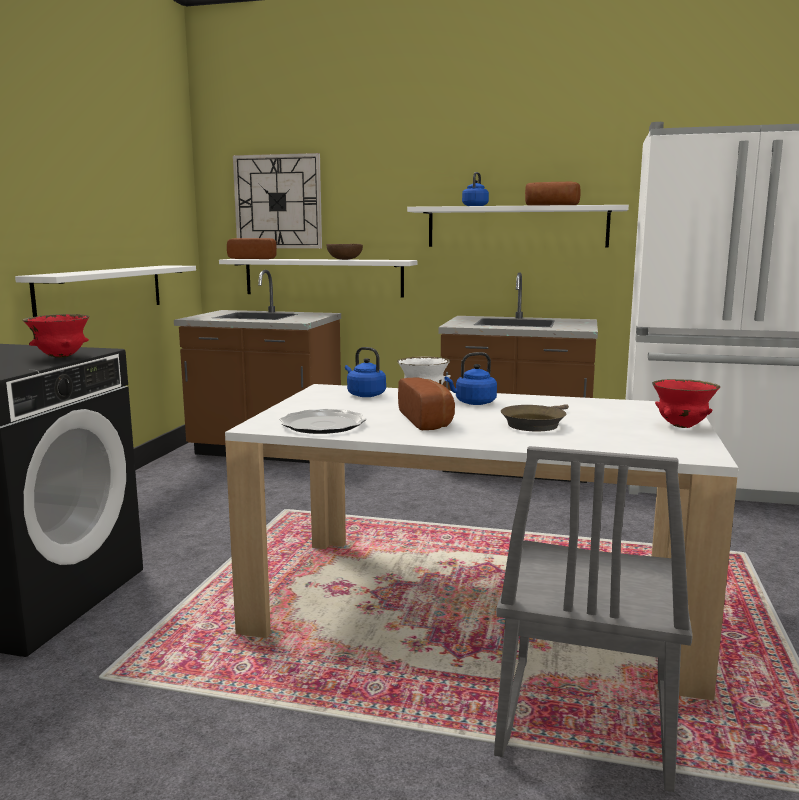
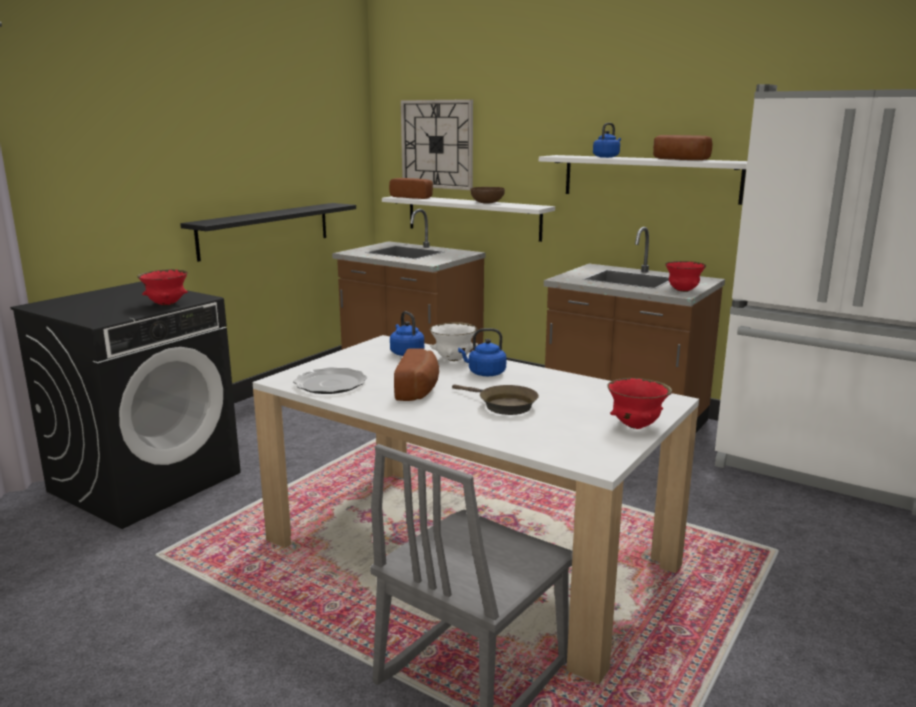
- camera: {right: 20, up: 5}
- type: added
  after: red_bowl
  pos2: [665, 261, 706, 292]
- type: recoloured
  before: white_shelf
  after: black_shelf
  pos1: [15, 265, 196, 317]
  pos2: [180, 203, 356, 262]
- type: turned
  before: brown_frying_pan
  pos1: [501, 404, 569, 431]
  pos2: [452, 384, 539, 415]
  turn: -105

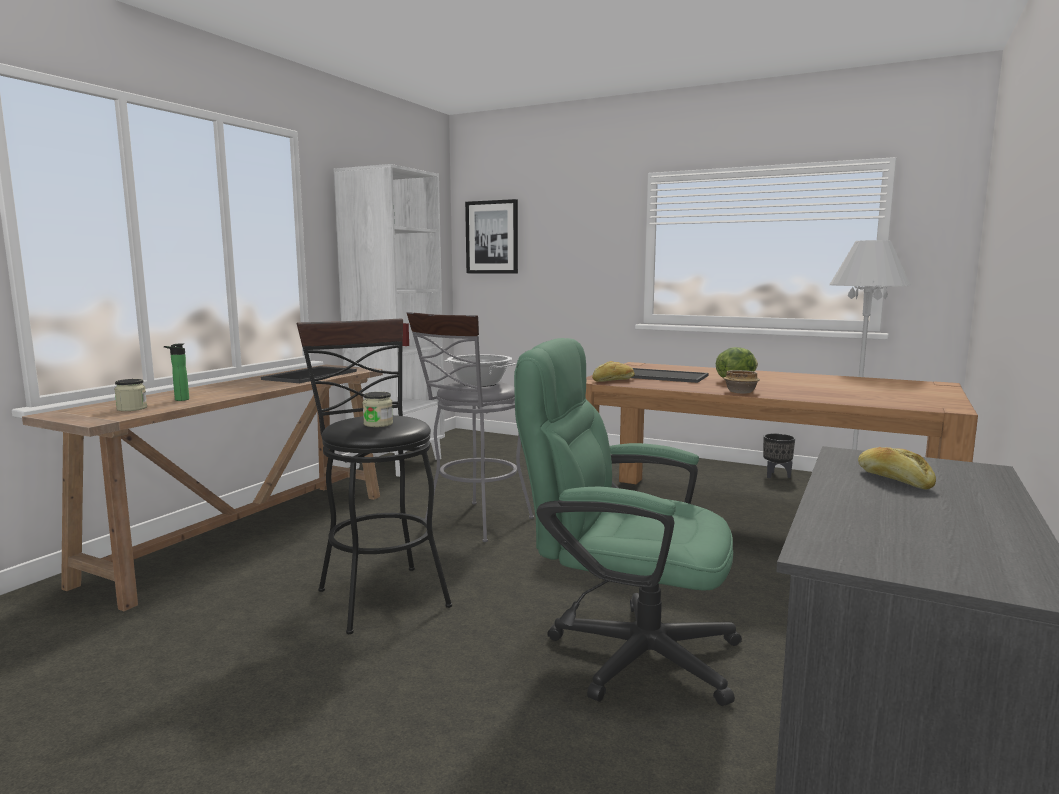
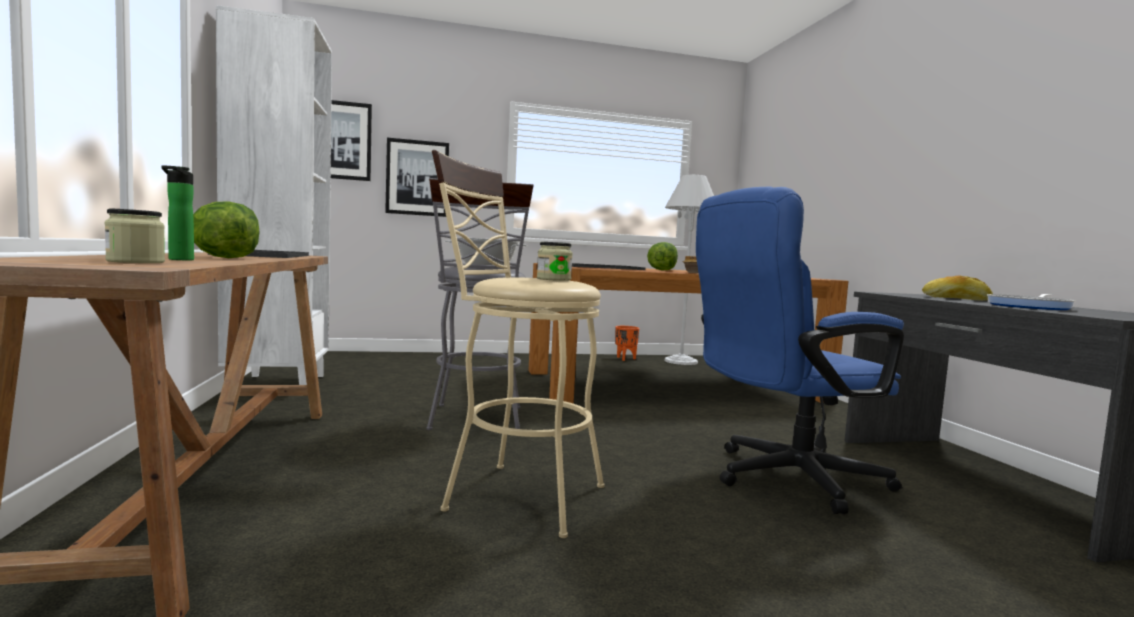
- camera: {right: -40, up: -5}
- type: removed
  before: bread
  pos1: [592, 361, 635, 382]
- type: added
  after: lettuce
  pos2: [193, 201, 260, 258]
- type: added
  after: picture
  pos2: [385, 138, 449, 217]
- type: added
  after: frying_pan
  pos2: [987, 294, 1076, 310]
- type: recoloured
  before: black_stool
  after: beige_stool
  pos1: [297, 318, 452, 634]
  pos2: [432, 150, 605, 538]
- type: recoloured
  before: green_office_chair
  after: blue_office_chair
  pos1: [514, 338, 742, 706]
  pos2: [696, 186, 904, 514]
- type: recoloured
  before: black_planter
  after: orange_planter
  pos1: [763, 434, 795, 478]
  pos2: [615, 326, 640, 361]

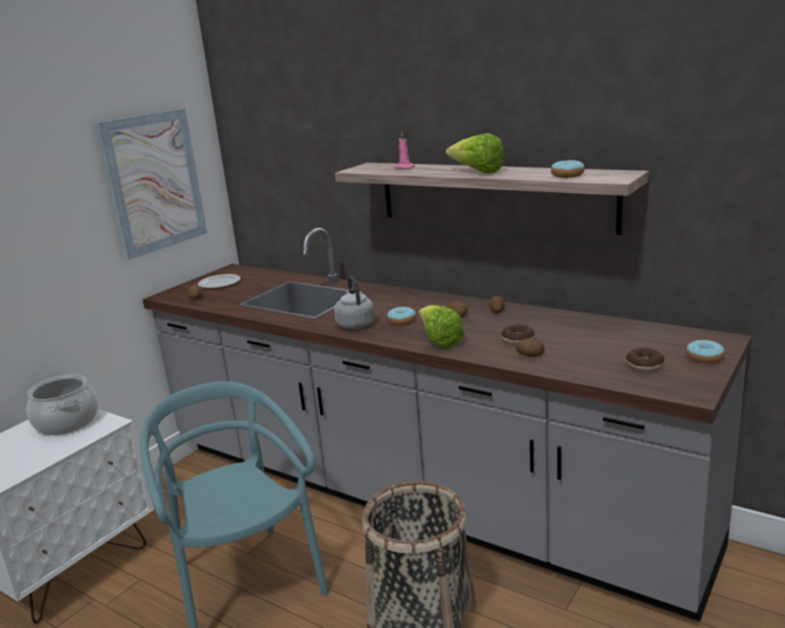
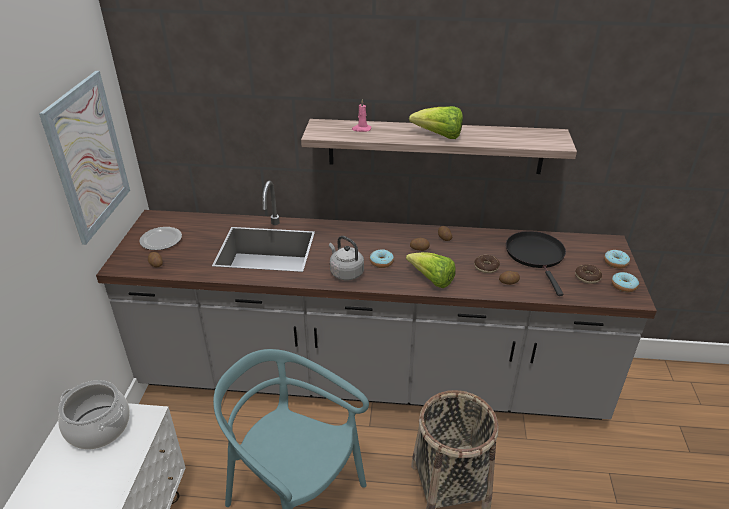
- camera: {right: -30, up: 15}
- type: added
  after: black_frying_pan
  pos2: [506, 231, 566, 296]
- type: moved
  before: donut
  pos1: [551, 160, 585, 178]
  pos2: [612, 272, 639, 292]

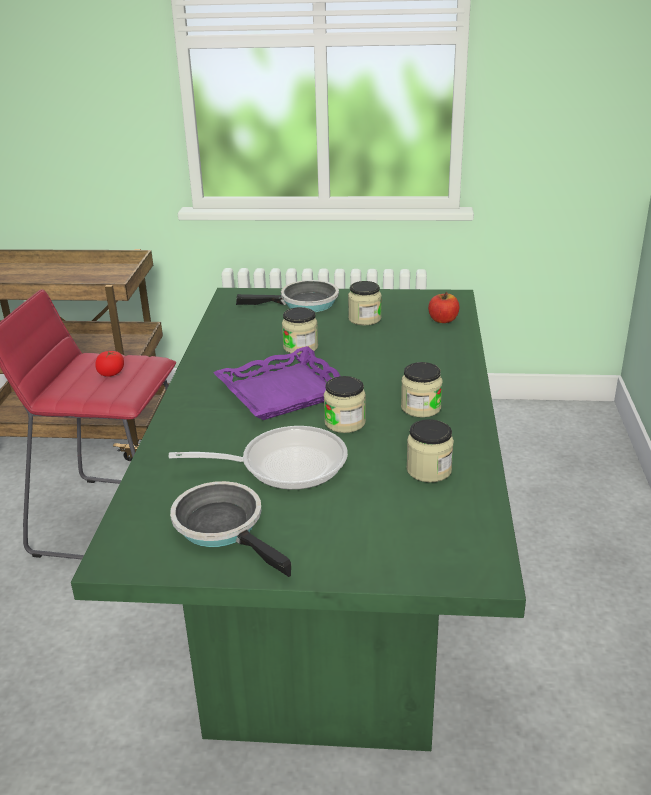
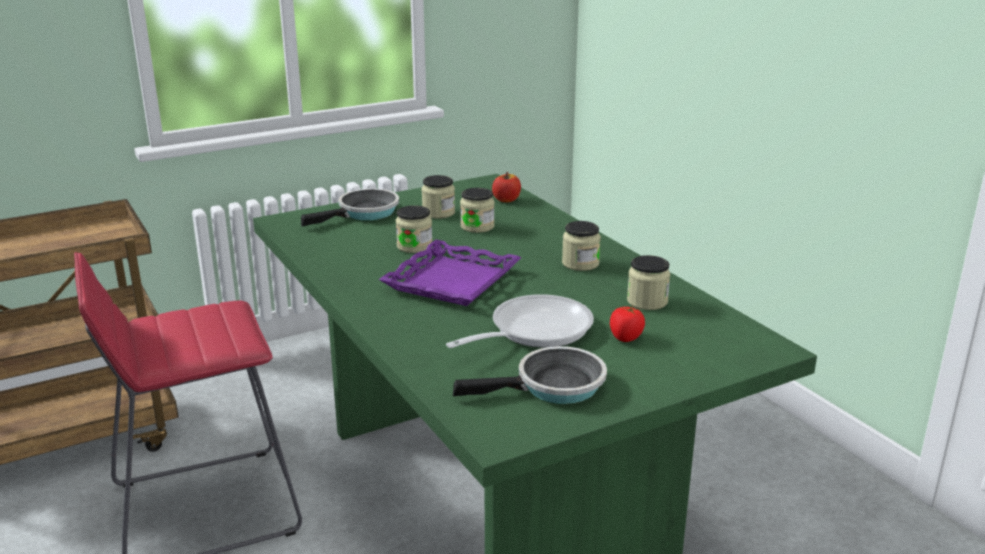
- camera: {right: -35, up: -5}
- type: moved
  before: tomato
  pos1: [95, 351, 124, 377]
  pos2: [610, 306, 645, 342]
- type: moved
  before: jar
  pos1: [324, 376, 366, 433]
  pos2: [460, 188, 495, 233]
- type: turned
  before: frying_pan
  pos1: [170, 481, 291, 577]
  pos2: [453, 346, 607, 404]
  turn: 150

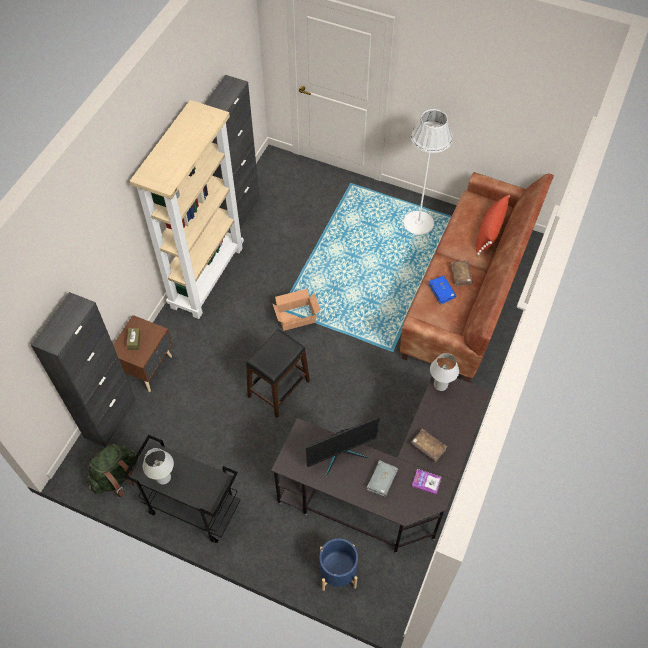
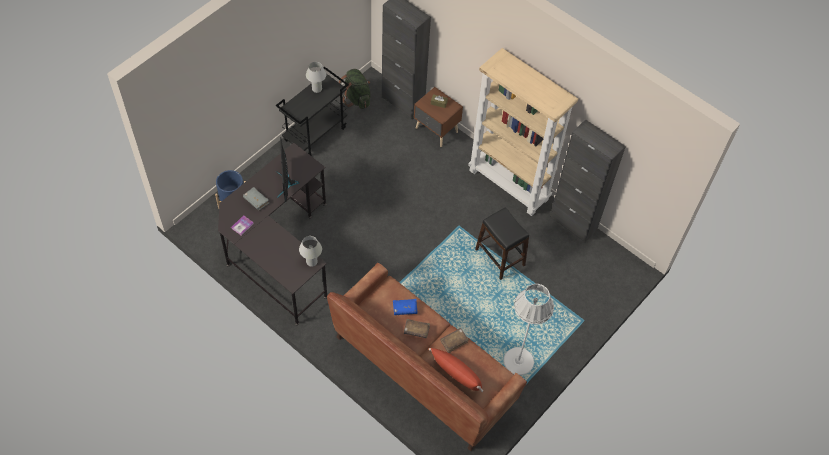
- camera: {right: 105, up: 0}
- type: removed
  before: cardboard_box
  pos1: [273, 289, 321, 331]
- type: moved
  before: black_stool
  pos1: [246, 329, 310, 418]
  pos2: [475, 208, 529, 280]
- type: moved
  before: brown_book
  pos1: [411, 429, 447, 462]
  pos2: [440, 328, 469, 353]

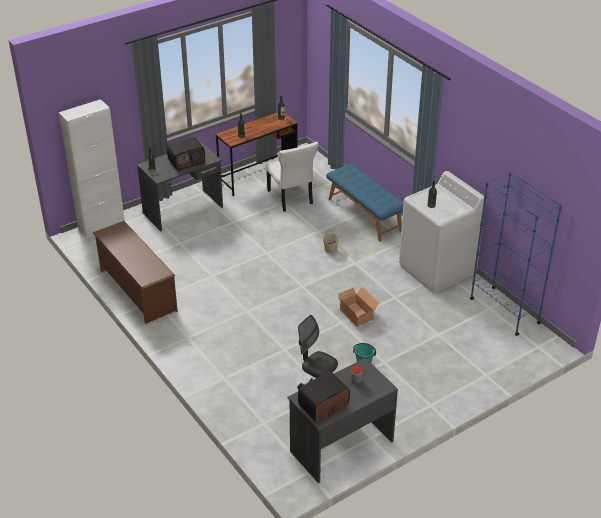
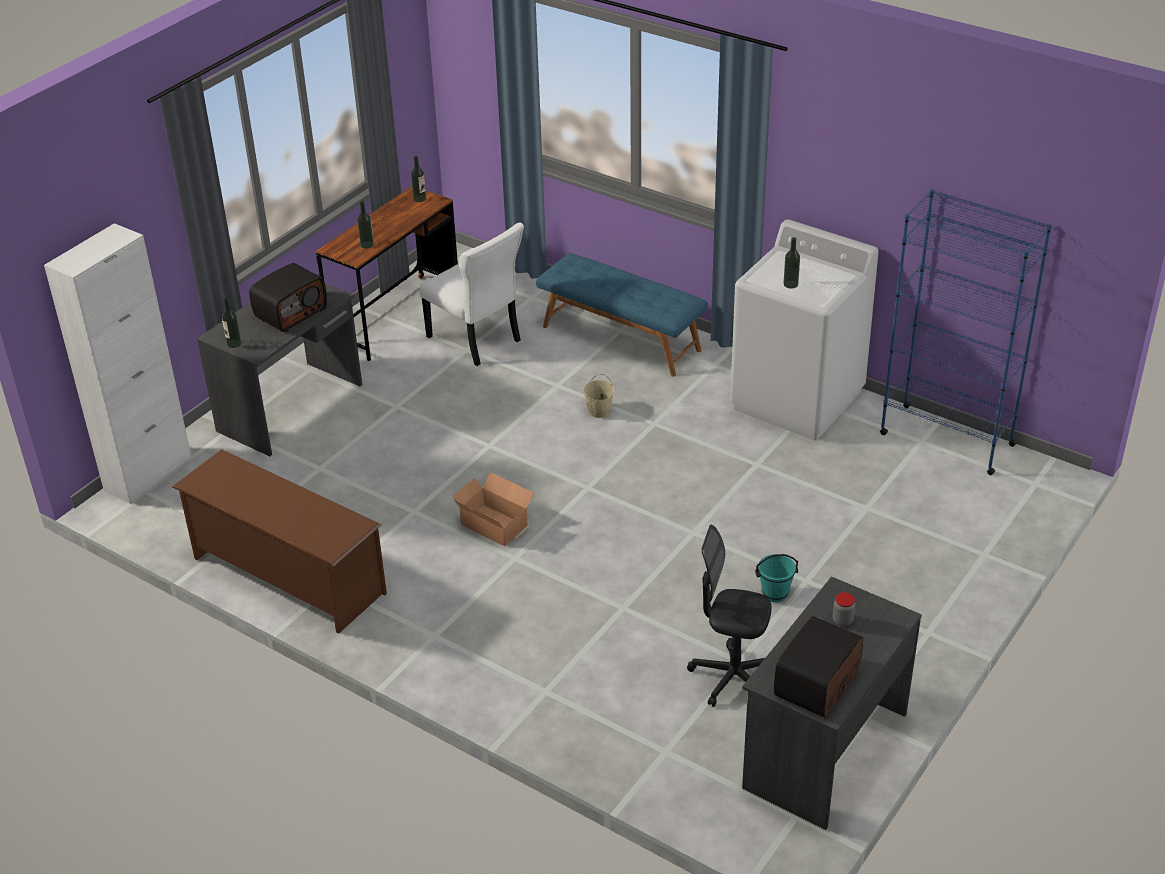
- camera: {right: -20, up: 0}
- type: moved
  before: cardboard_box
  pos1: [338, 287, 379, 327]
  pos2: [452, 472, 534, 546]

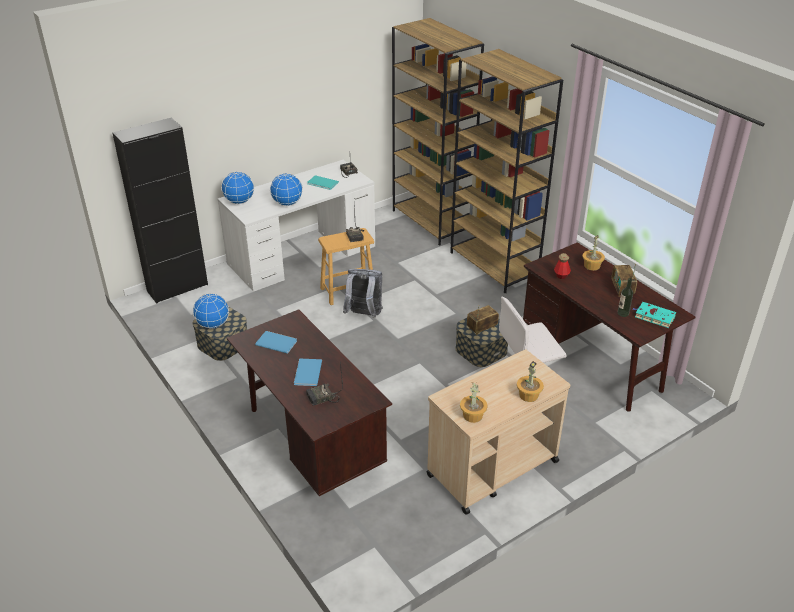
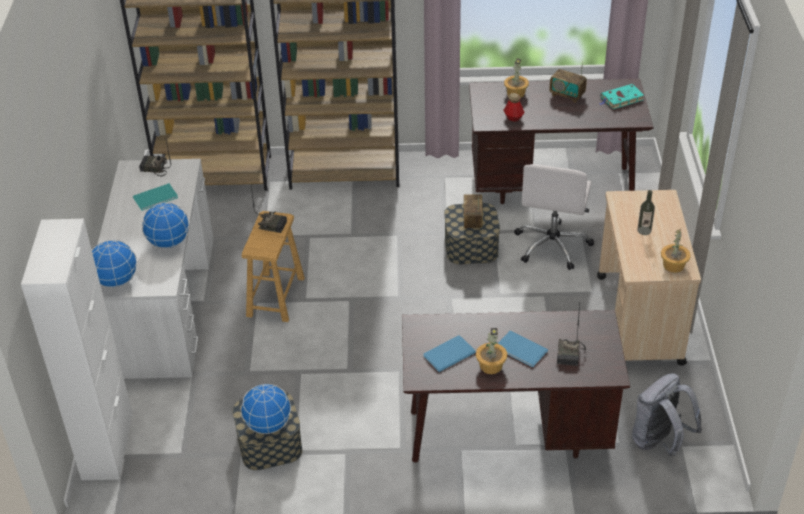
- camera: {right: -55, up: 5}
- type: moved
  before: grey_backpack
  pos1: [343, 269, 383, 318]
  pos2: [632, 373, 702, 457]
- type: moved
  before: potted_plant
  pos1: [517, 361, 544, 402]
  pos2: [476, 328, 507, 374]
- type: moved
  before: bottle
  pos1: [617, 278, 633, 317]
  pos2: [637, 190, 655, 235]
- type: recoloured
  before: black_cabinet
  after: white_cabinet
  pos1: [112, 118, 208, 304]
  pos2: [21, 219, 133, 480]

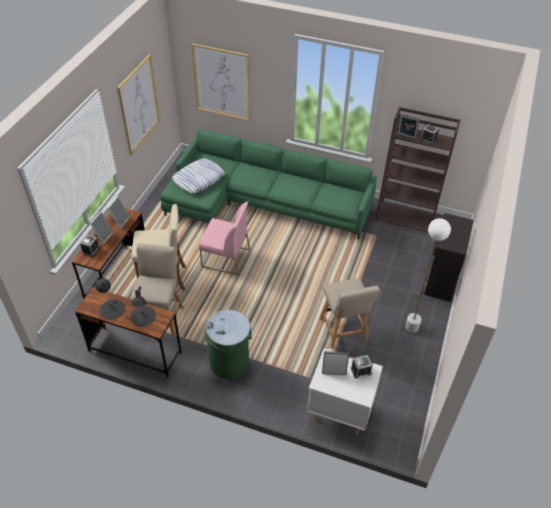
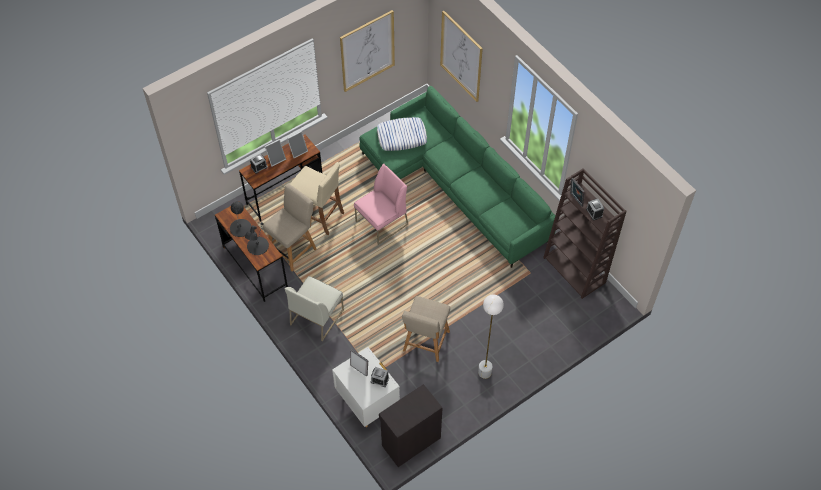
- camera: {right: 35, up: 10}
- type: moved
  before: black_cabinet
  pos1: [423, 213, 474, 302]
  pos2: [379, 384, 443, 467]
- type: replaced
  before: green_trash_can
  after: white_chair
  pos1: [204, 310, 252, 379]
  pos2: [285, 276, 344, 341]
- type: turned
  before: pink_chair
  pos1: [199, 202, 250, 276]
  pos2: [354, 164, 408, 245]
  turn: -90

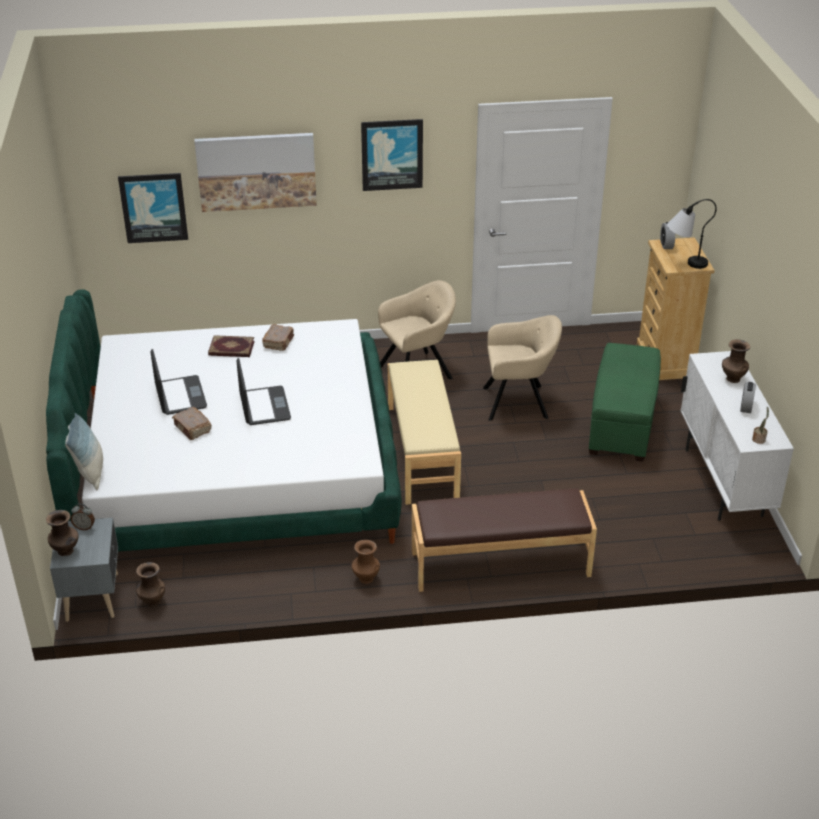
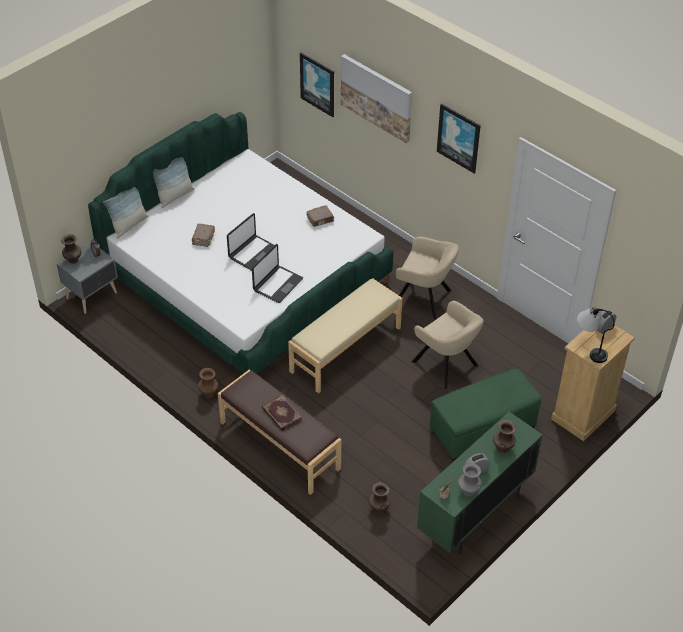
- camera: {right: 50, up: 10}
- type: added
  after: pillow
  pos2: [153, 157, 195, 208]
- type: added
  after: grey_vase
  pos2: [458, 463, 481, 497]
- type: moved
  before: brown_vase
  pos1: [136, 562, 165, 607]
  pos2: [369, 482, 391, 513]
- type: moved
  before: laptop
  pos1: [151, 349, 207, 415]
  pos2: [252, 244, 303, 303]
- type: moved
  before: book
  pos1: [208, 335, 255, 357]
  pos2: [262, 395, 302, 431]
- type: recoloured
  before: white_cabinet
  after: green_cabinet
  pos1: [681, 351, 794, 521]
  pos2: [417, 412, 543, 554]

